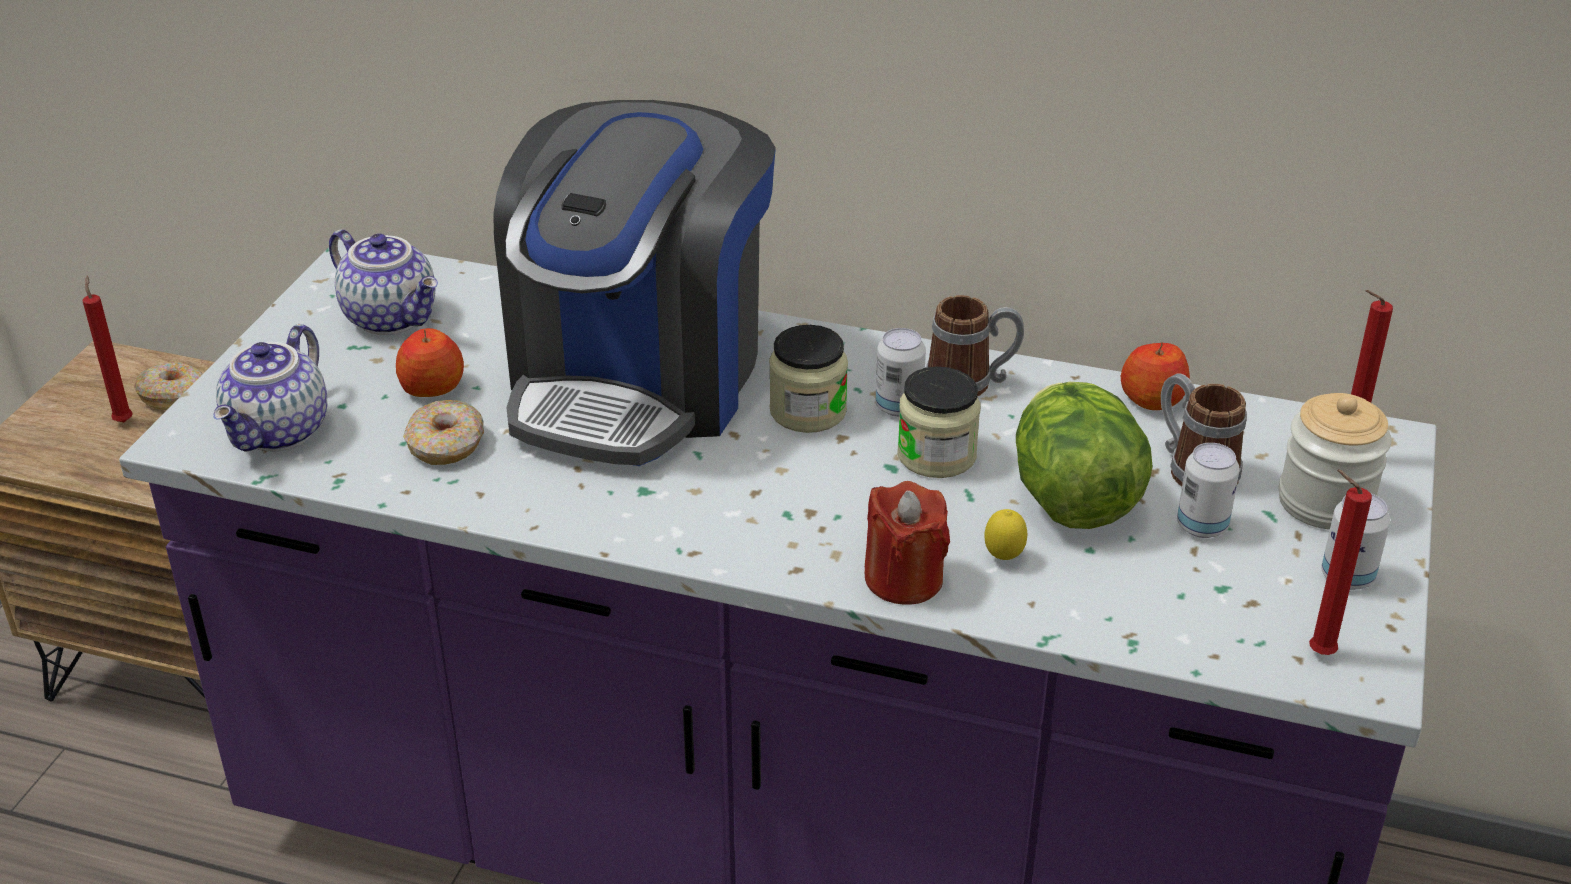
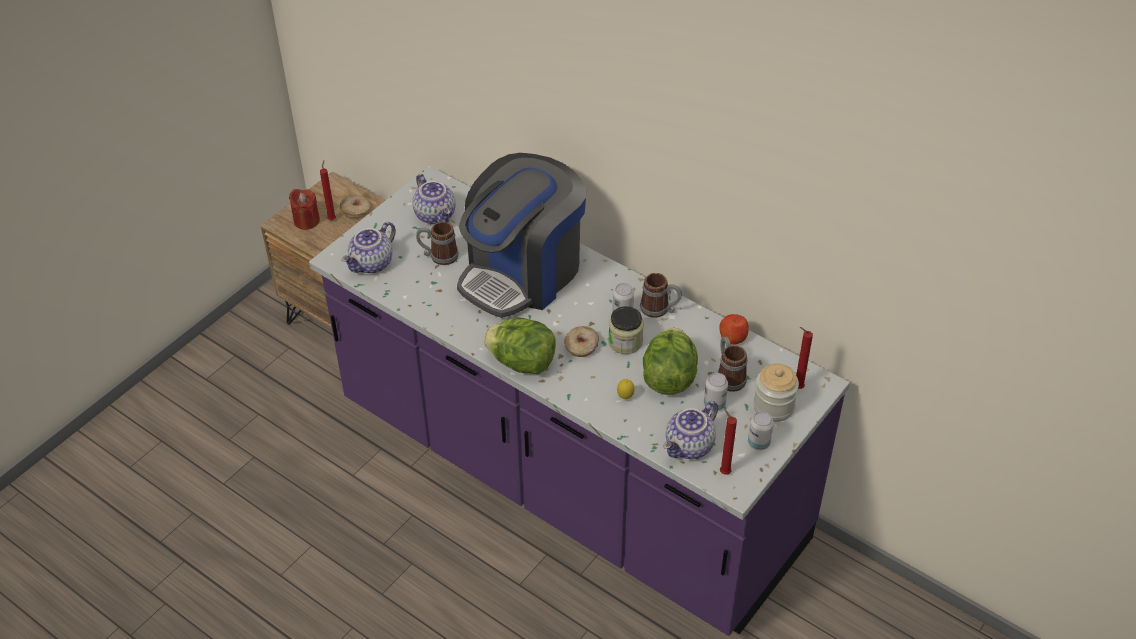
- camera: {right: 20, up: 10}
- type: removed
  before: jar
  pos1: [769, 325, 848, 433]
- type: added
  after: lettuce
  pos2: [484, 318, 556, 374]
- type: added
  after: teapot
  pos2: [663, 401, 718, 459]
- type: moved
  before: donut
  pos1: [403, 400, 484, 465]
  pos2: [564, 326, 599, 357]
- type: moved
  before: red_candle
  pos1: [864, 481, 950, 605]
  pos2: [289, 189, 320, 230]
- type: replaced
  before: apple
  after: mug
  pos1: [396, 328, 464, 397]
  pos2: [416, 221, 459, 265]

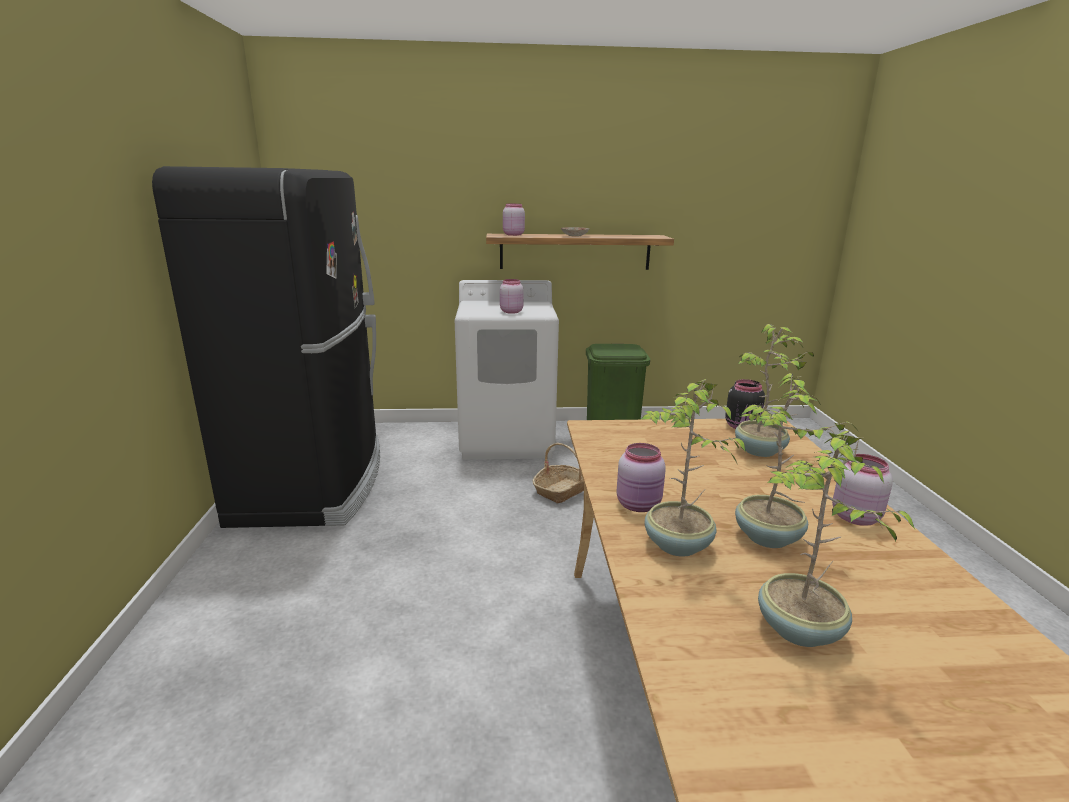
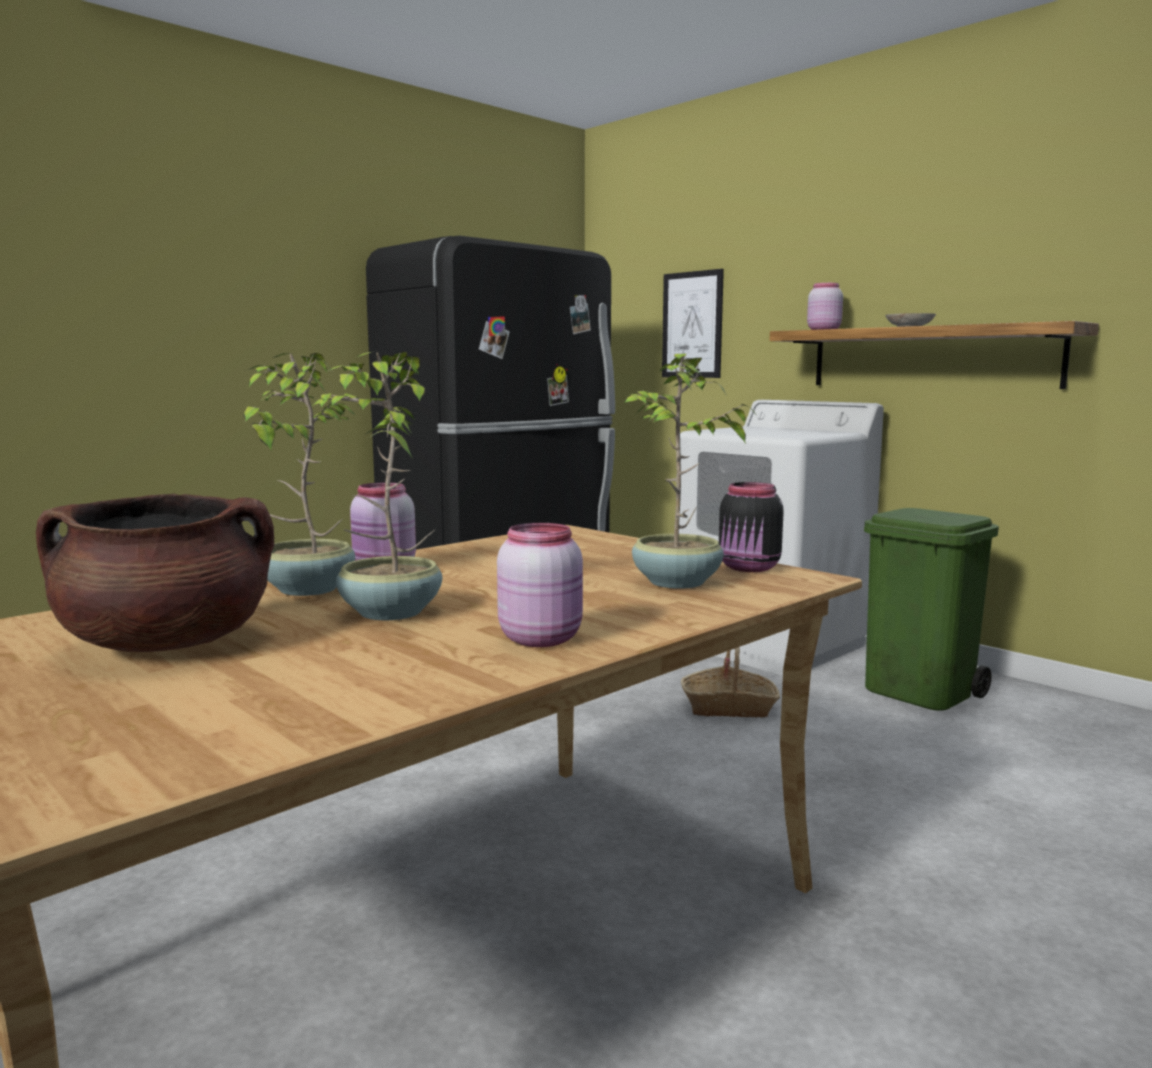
- camera: {right: 50, up: -10}
- type: removed
  before: pink_jar
  pos1: [500, 279, 524, 314]
- type: added
  after: picture
  pos2: [662, 269, 724, 378]
- type: replaced
  before: potted_plant
  after: brown_cooking_pot
  pos1: [758, 431, 916, 647]
  pos2: [36, 494, 274, 652]

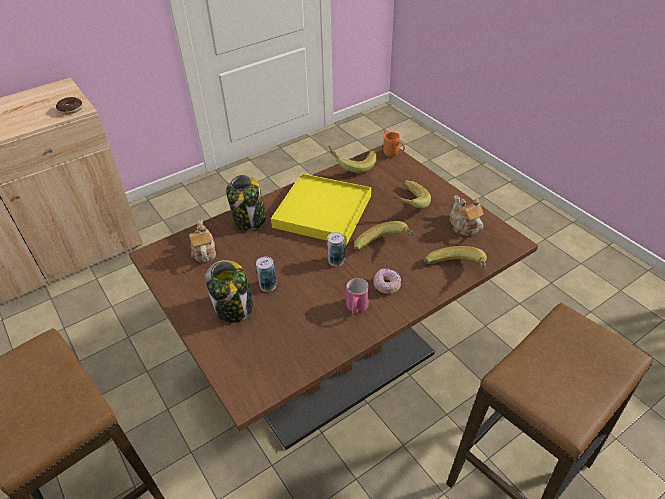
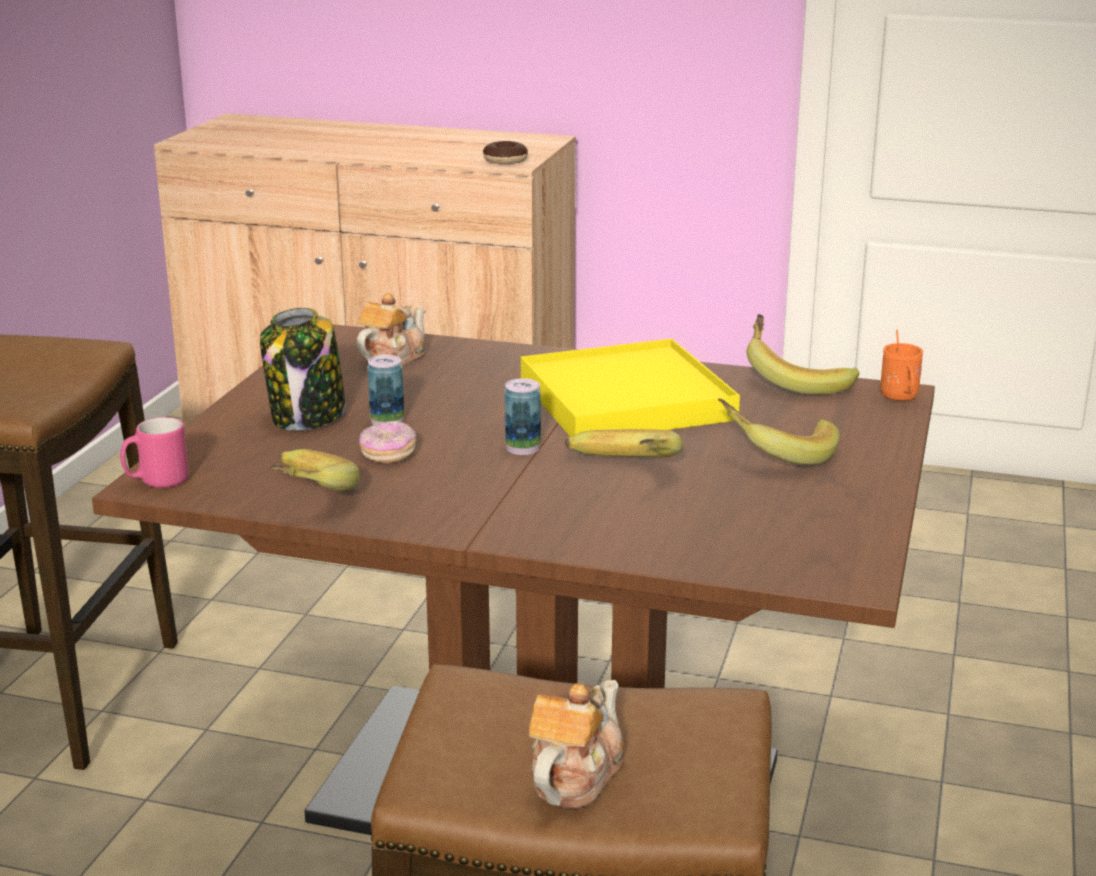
- camera: {right: 50, up: -20}
- type: removed
  before: jar
  pos1: [226, 175, 266, 231]
- type: moved
  before: pink_mug
  pos1: [346, 278, 369, 315]
  pos2: [120, 417, 189, 488]
- type: moved
  before: donut
  pos1: [374, 268, 401, 294]
  pos2: [359, 421, 416, 463]
- type: moved
  before: banana
  pos1: [425, 246, 487, 269]
  pos2: [270, 449, 360, 491]
- type: moved
  before: teapot
  pos1: [450, 195, 484, 236]
  pos2: [529, 680, 624, 809]

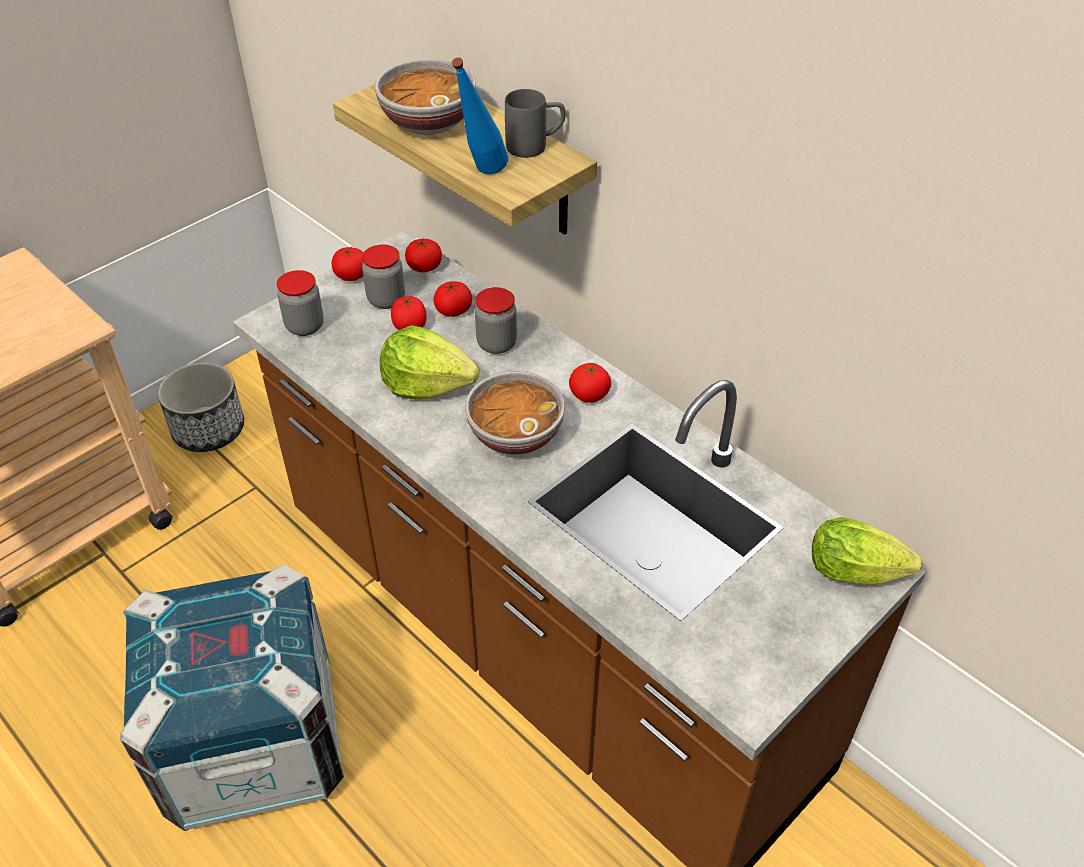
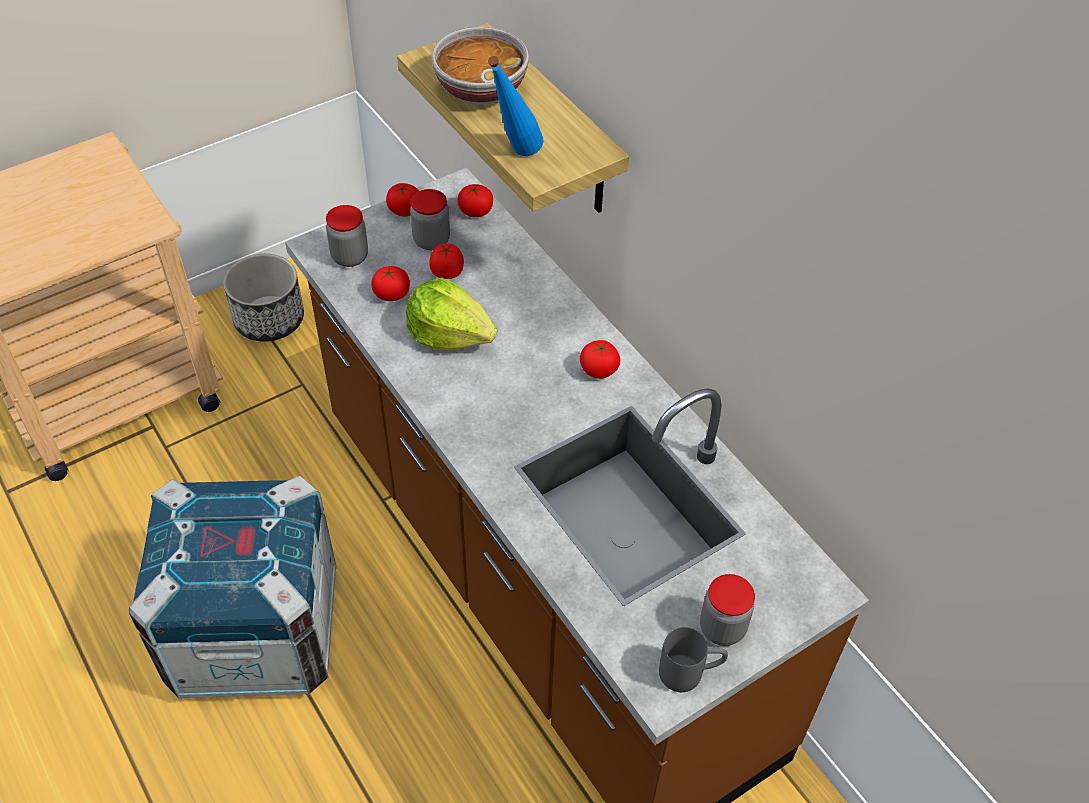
- camera: {right: 10, up: 5}
- type: removed
  before: bowl
  pos1: [465, 371, 565, 455]
- type: removed
  before: lettuce
  pos1: [812, 517, 922, 585]
- type: moved
  before: tomato
  pos1: [433, 281, 472, 317]
  pos2: [371, 266, 410, 301]
- type: moved
  before: jar
  pos1: [475, 287, 517, 354]
  pos2: [700, 574, 755, 646]
- type: moved
  before: grey_mug
  pos1: [505, 89, 566, 158]
  pos2: [659, 627, 728, 692]

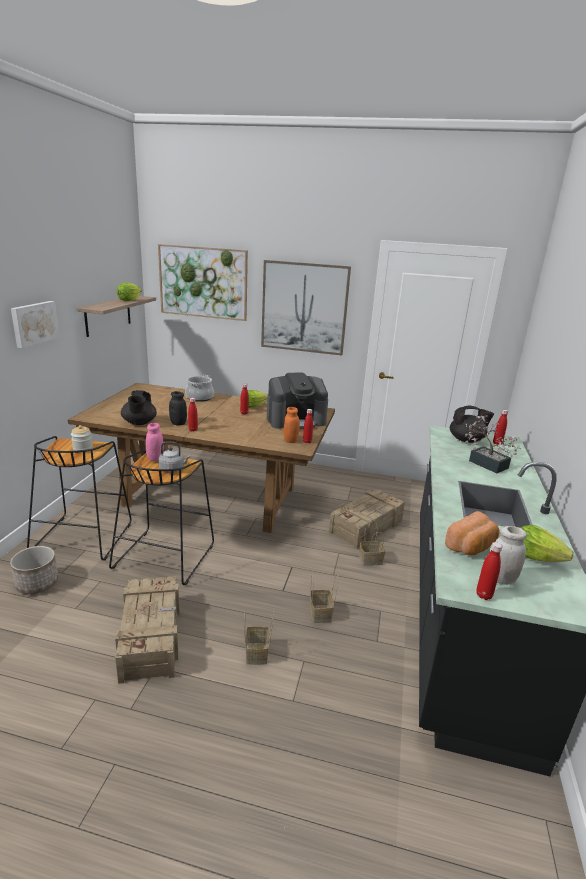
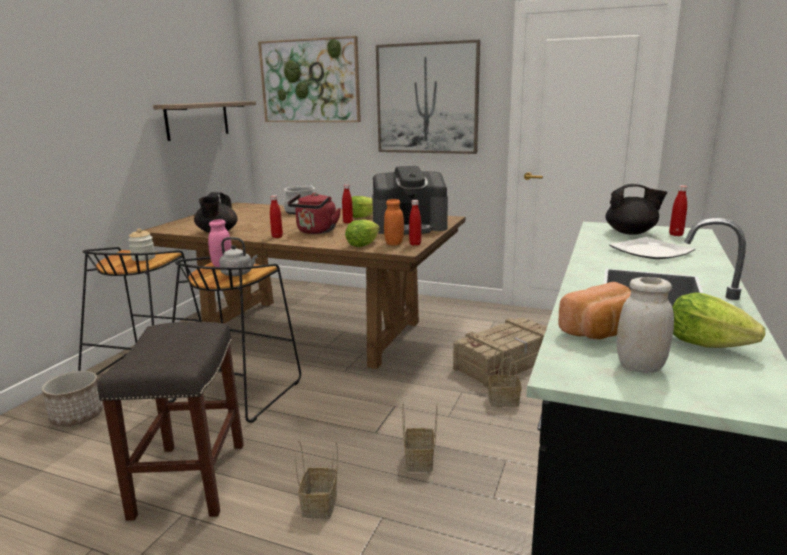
- camera: {right: 10, up: -5}
- type: removed
  before: picture
  pos1: [11, 301, 60, 348]
- type: removed
  before: black_jar
  pos1: [169, 391, 187, 426]
- type: removed
  before: red_bottle
  pos1: [476, 542, 502, 600]
- type: added
  after: red_kettle
  pos2: [288, 193, 341, 234]
- type: moved
  before: lettuce
  pos1: [117, 283, 142, 301]
  pos2: [345, 219, 380, 247]
- type: replaced
  before: crate
  after: grey_stool
  pos1: [115, 576, 180, 684]
  pos2: [97, 322, 244, 521]
- type: replaced
  before: potted_plant
  after: plate
  pos1: [465, 415, 521, 473]
  pos2: [609, 237, 695, 259]

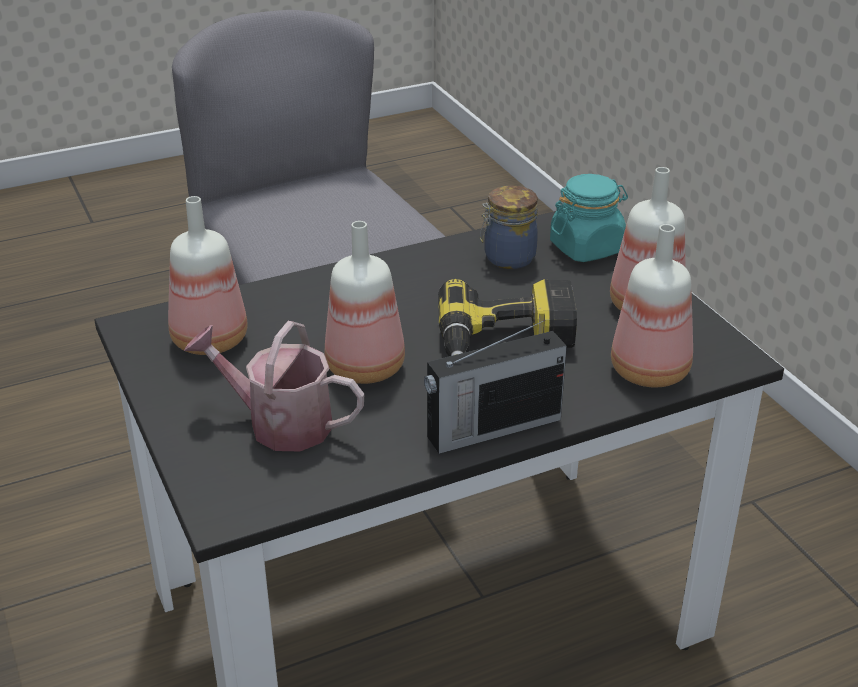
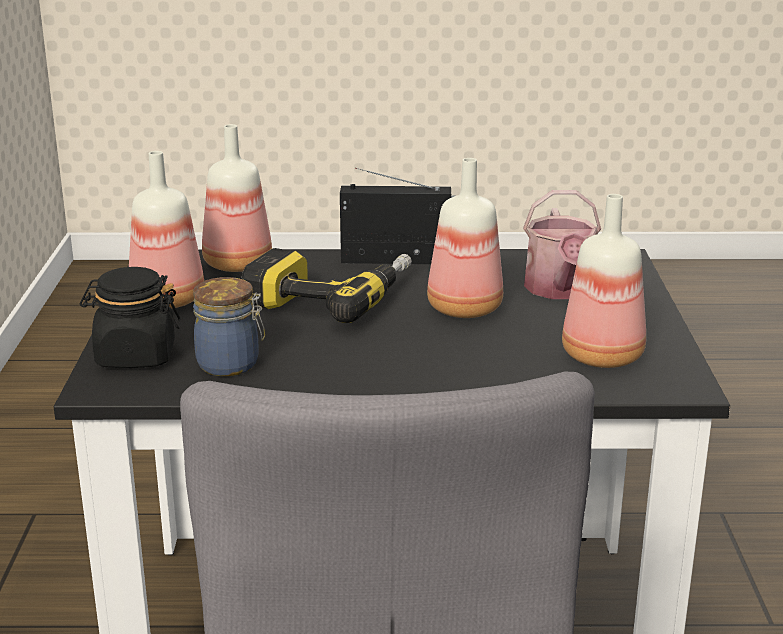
- camera: {right: -155, up: -10}
- type: recoloured
  before: turquoise_jar
  after: black_jar
  pos1: [550, 174, 628, 262]
  pos2: [80, 267, 181, 368]
- type: turned
  before: watering_can
  pos1: [184, 321, 364, 451]
  pos2: [523, 190, 601, 299]
  turn: 45

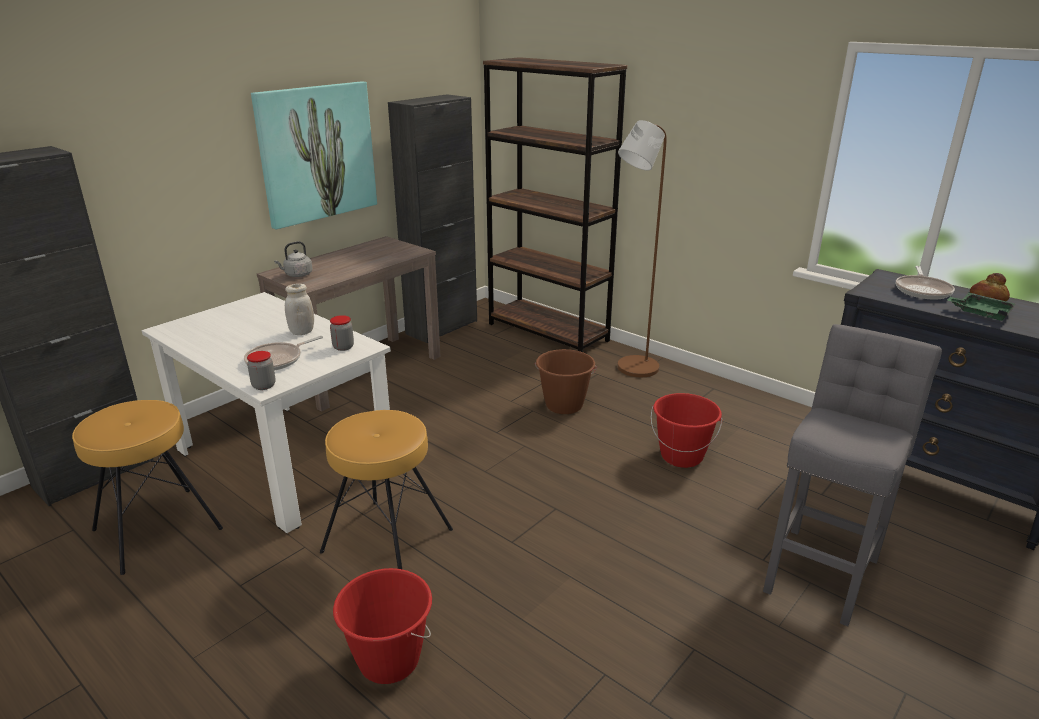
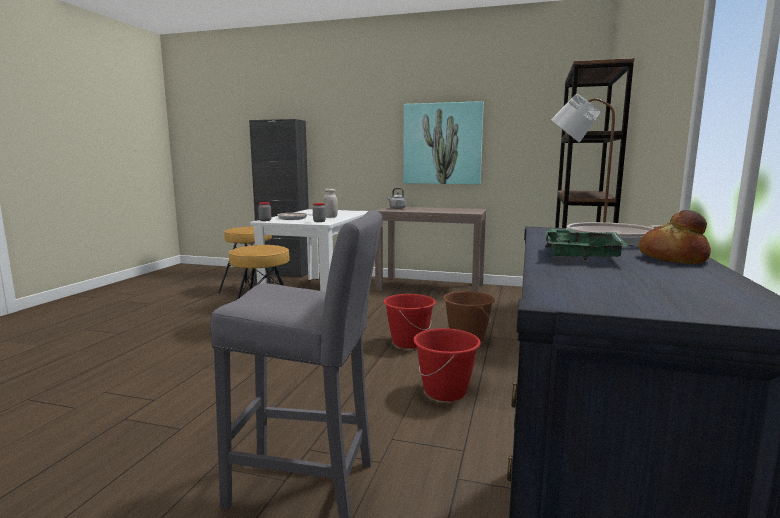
- camera: {right: 65, up: -15}
- type: removed
  before: black_cabinet
  pos1: [388, 94, 477, 343]
- type: moved
  before: red_bucket
  pos1: [333, 568, 432, 684]
  pos2: [383, 294, 436, 348]

